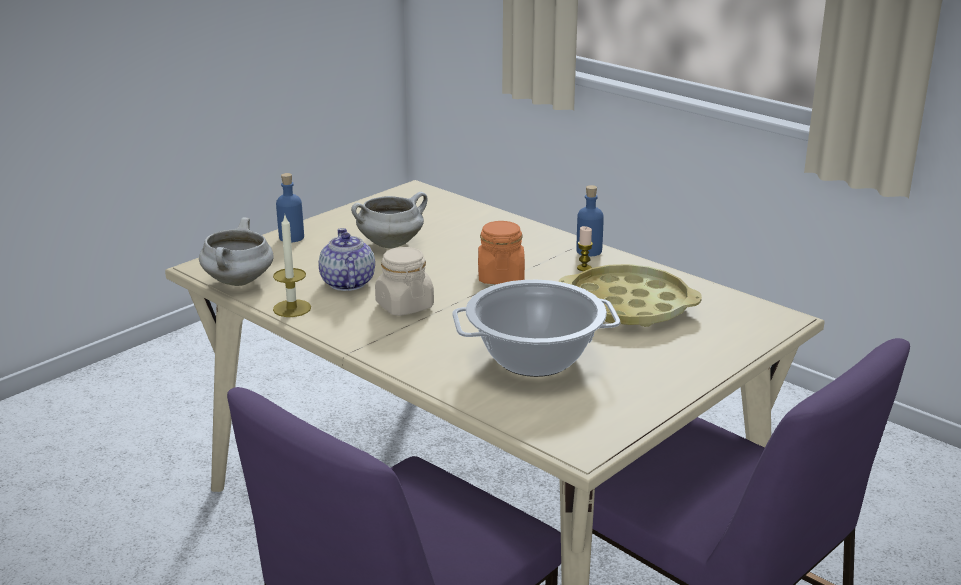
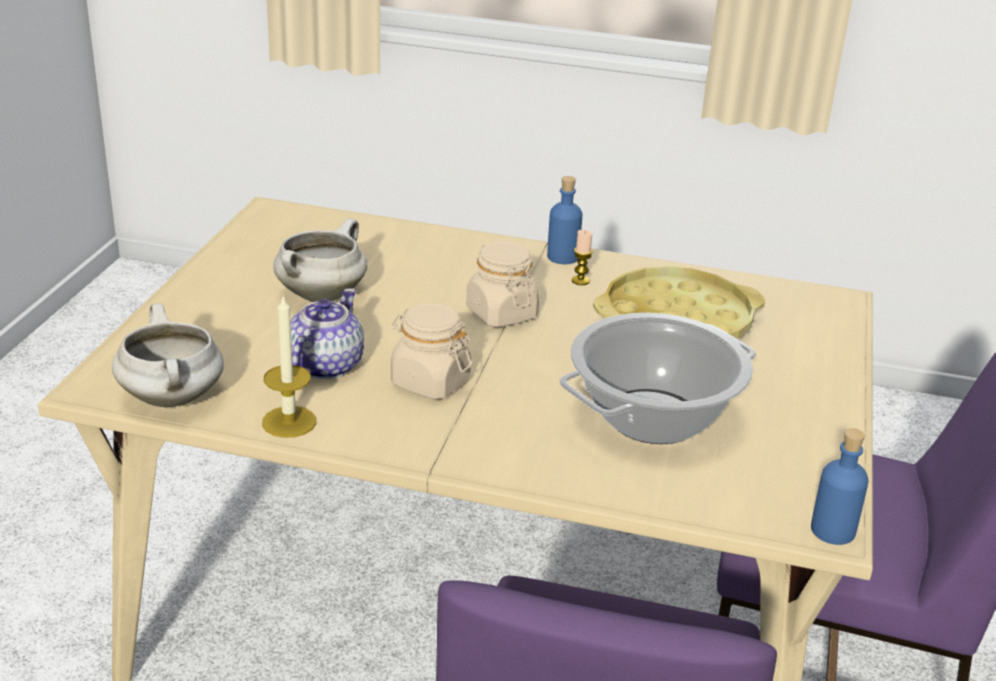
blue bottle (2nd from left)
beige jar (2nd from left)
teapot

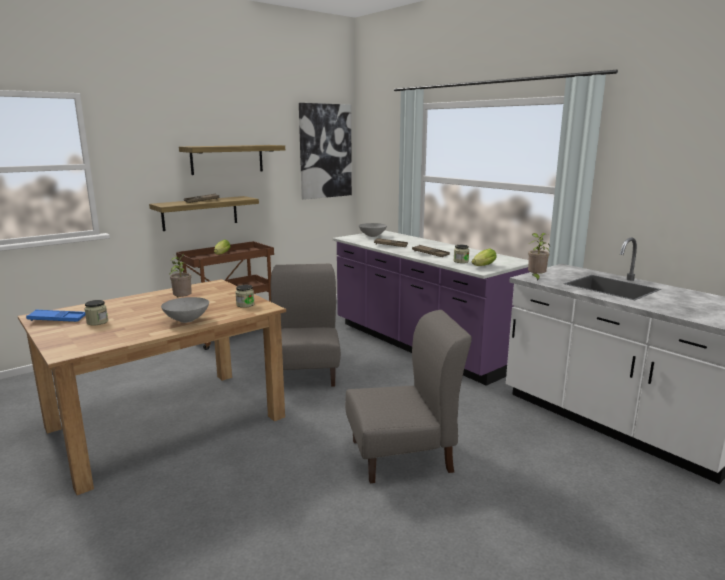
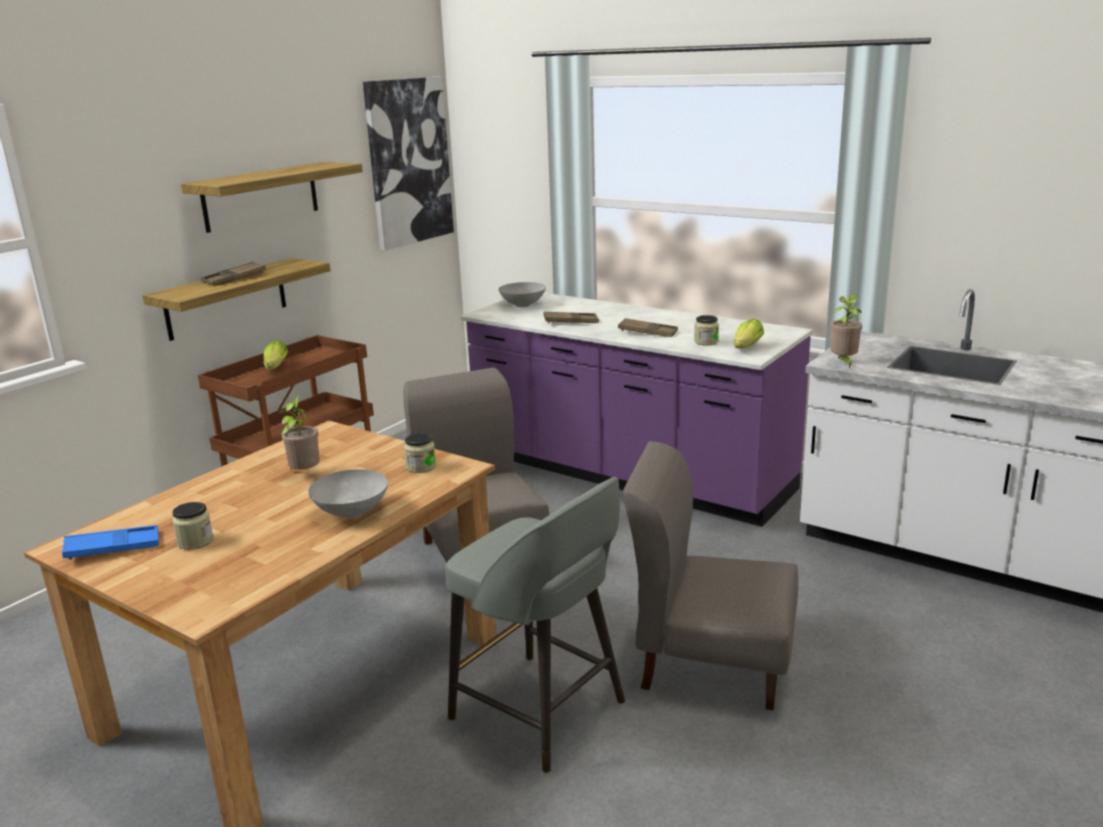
grey stool
grey chair (2nd from left)

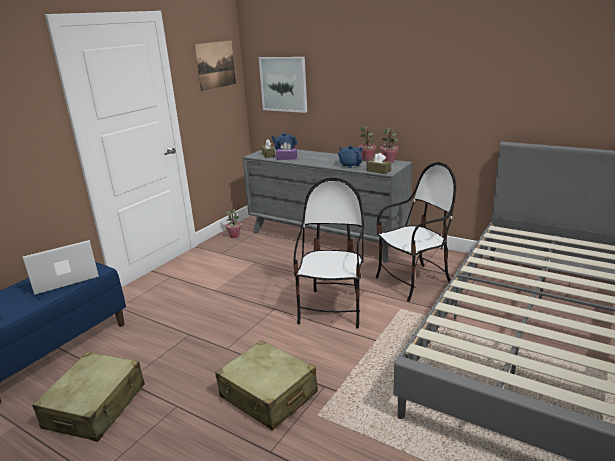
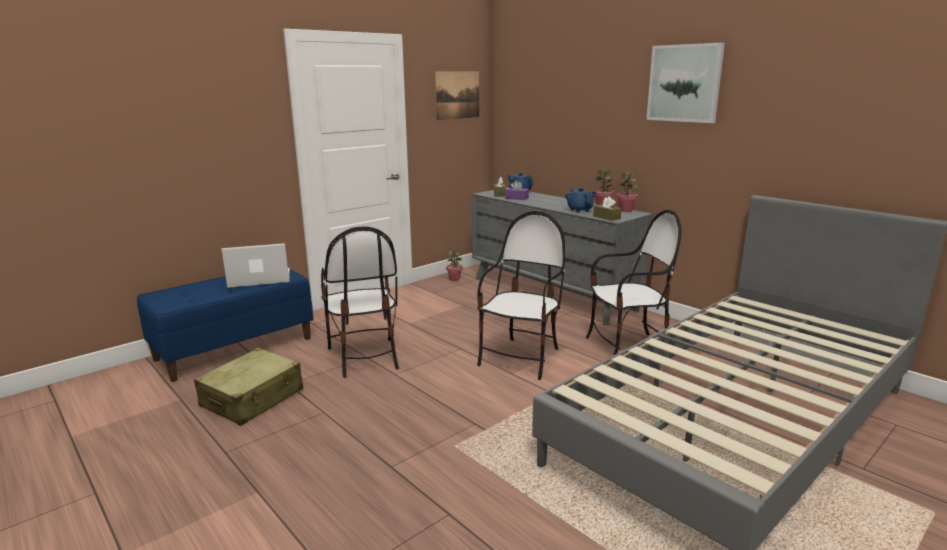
beige suitcase (2nd from left in the first image)
chair (1st from left)
picture (2nd from left)

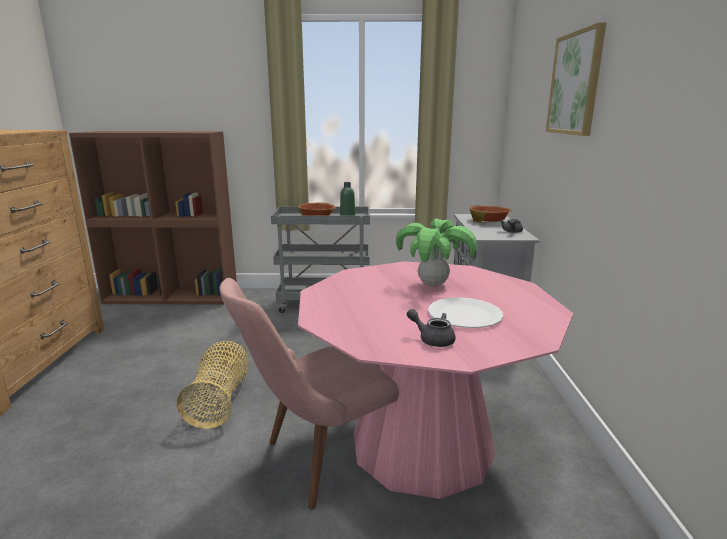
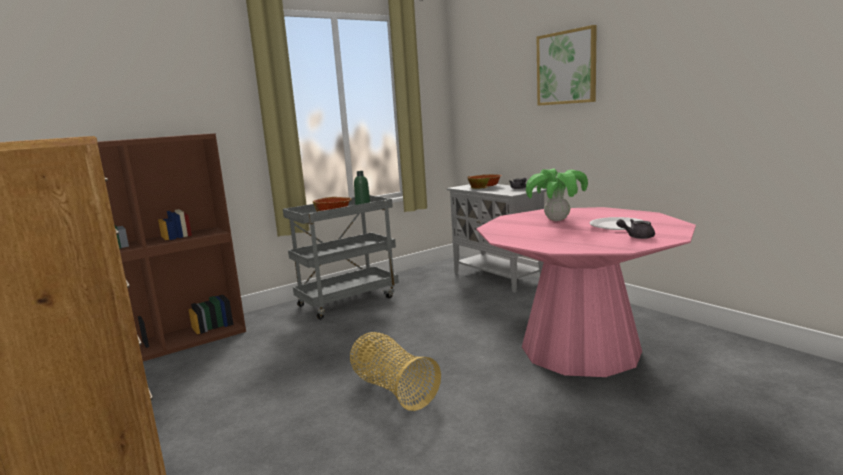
pink chair

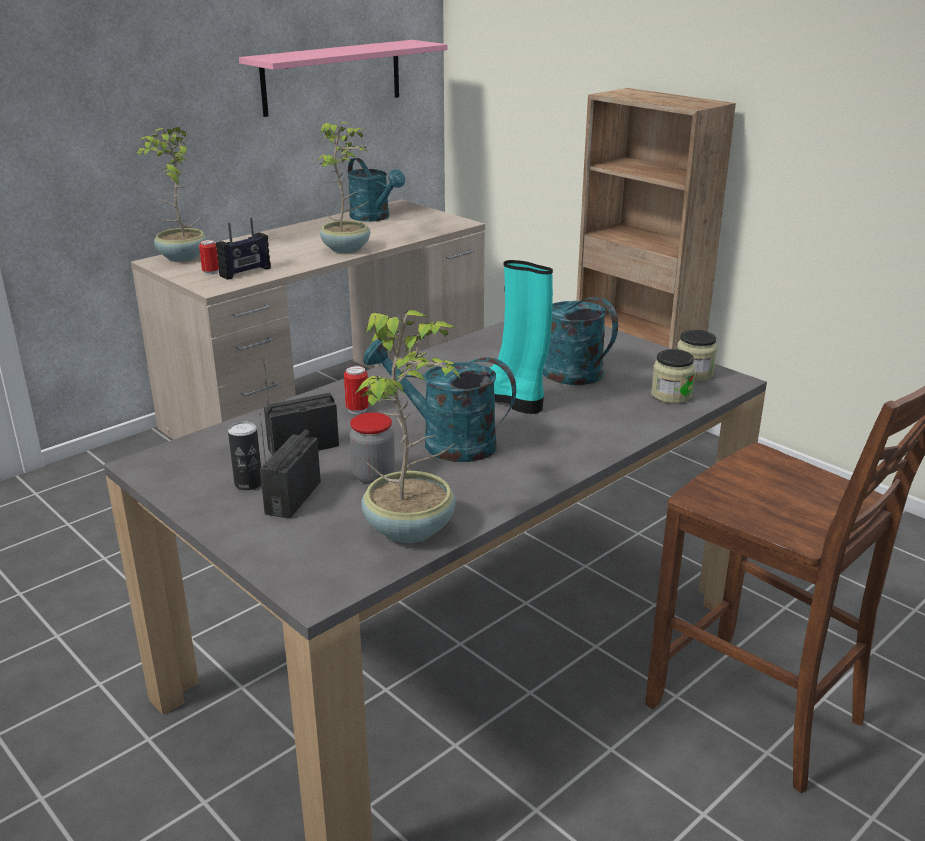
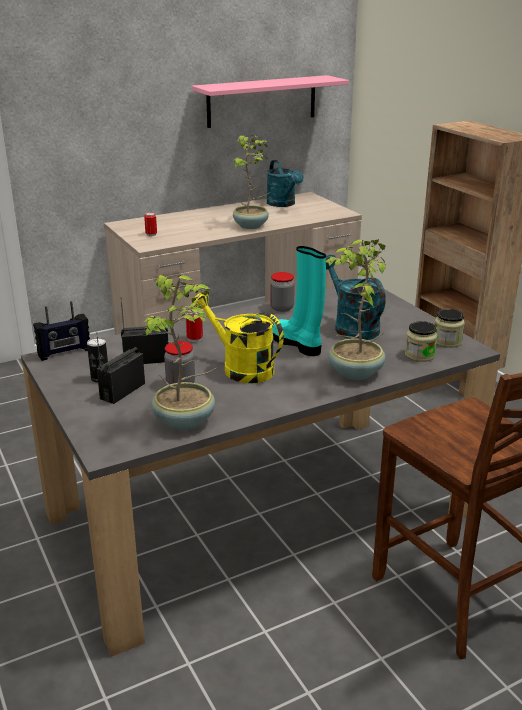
jar (2nd from left)
potted plant (3rd from left)
radio (1st from left)
yellow watering can

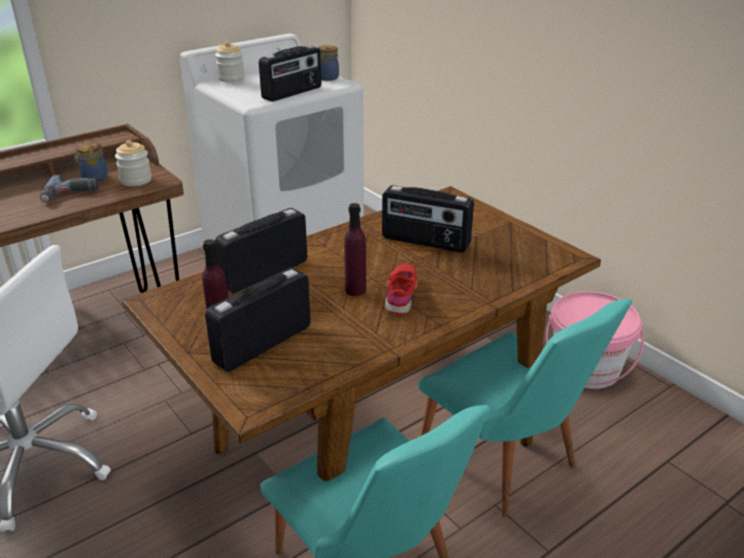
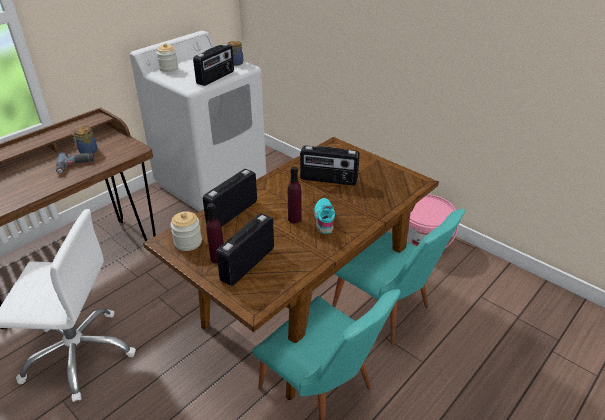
jar (3rd from left)
turquoise shoe

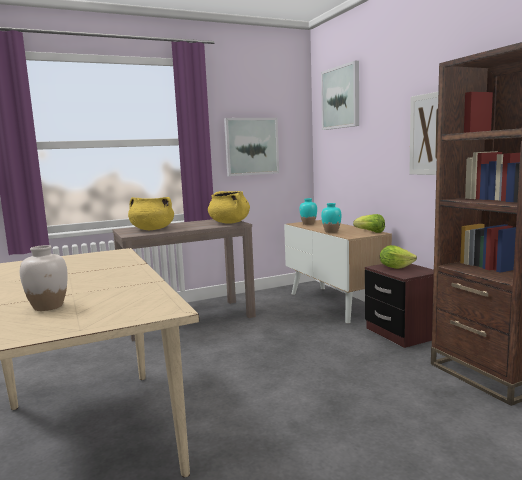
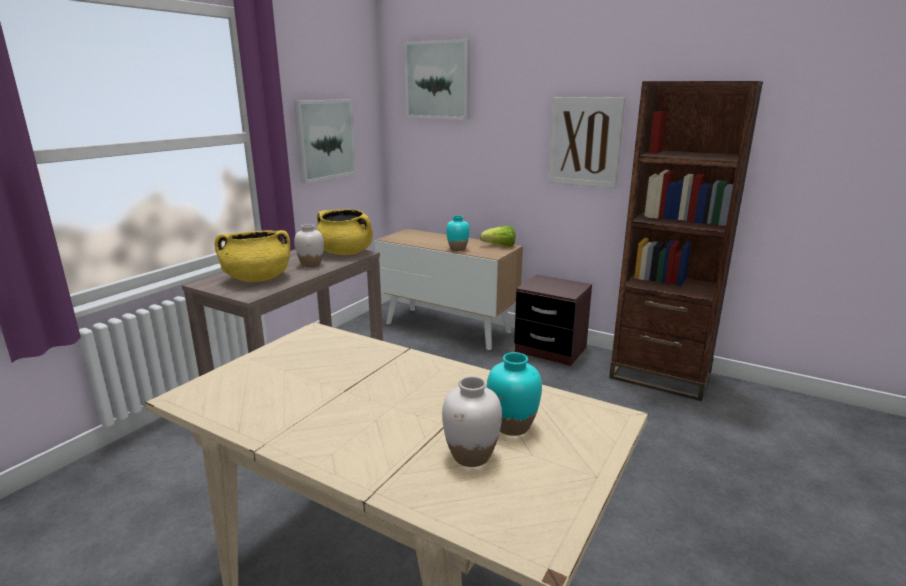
lettuce (2nd from left in the first image)
white vase (1st from left)
turquoise vase (2nd from left)

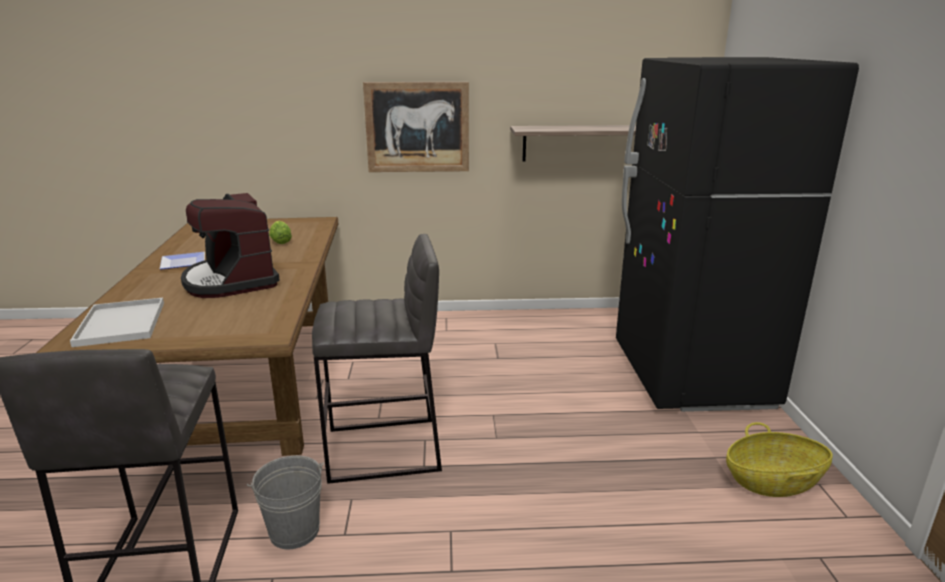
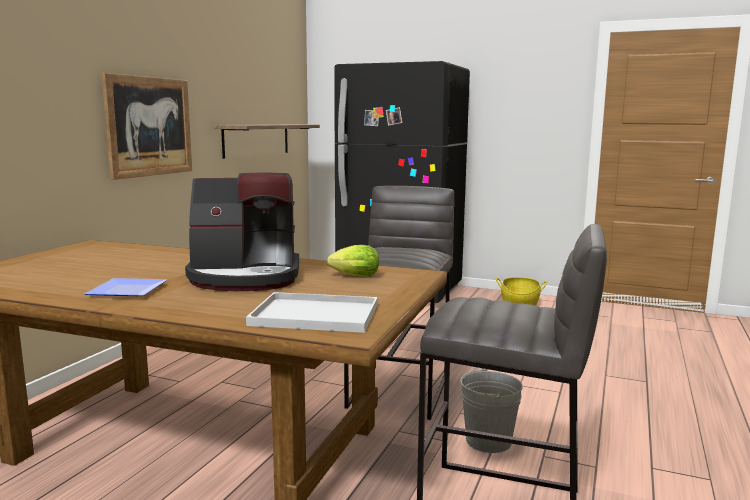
lettuce

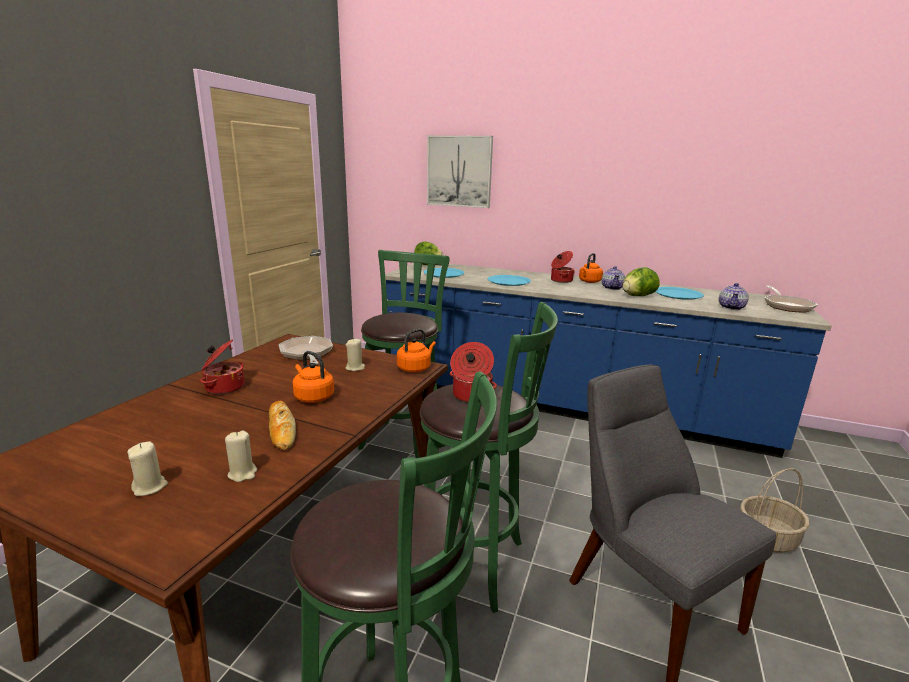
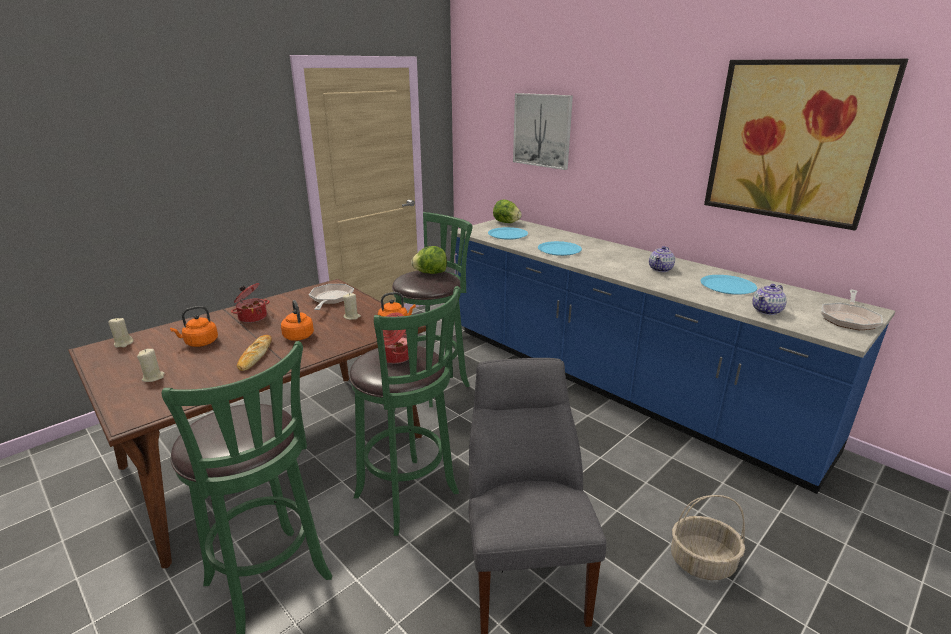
cooking pot (3rd from left in the first image)
picture (2nd from left)
beige candle (1st from left)
orange kettle (1st from left)
lettuce (1st from left)

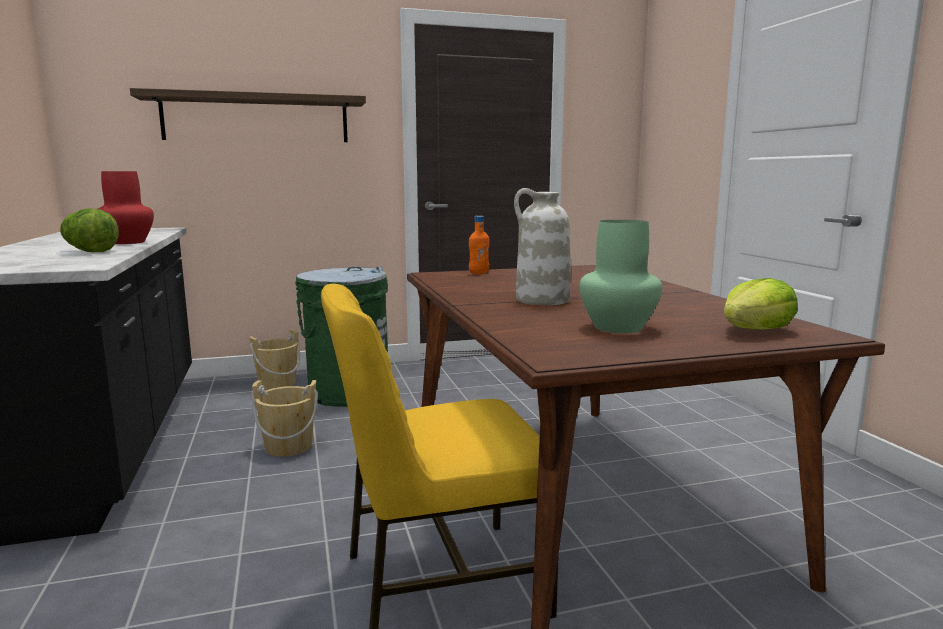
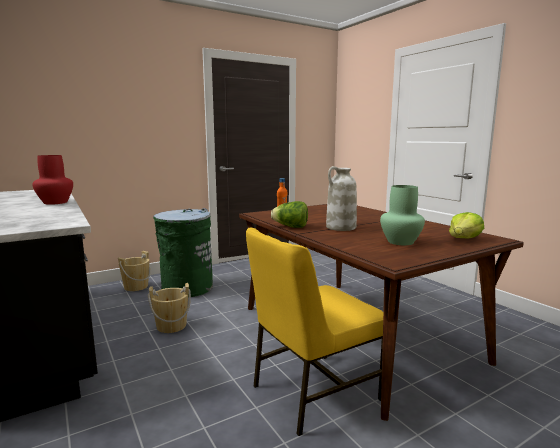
shelf
lettuce (1st from left)

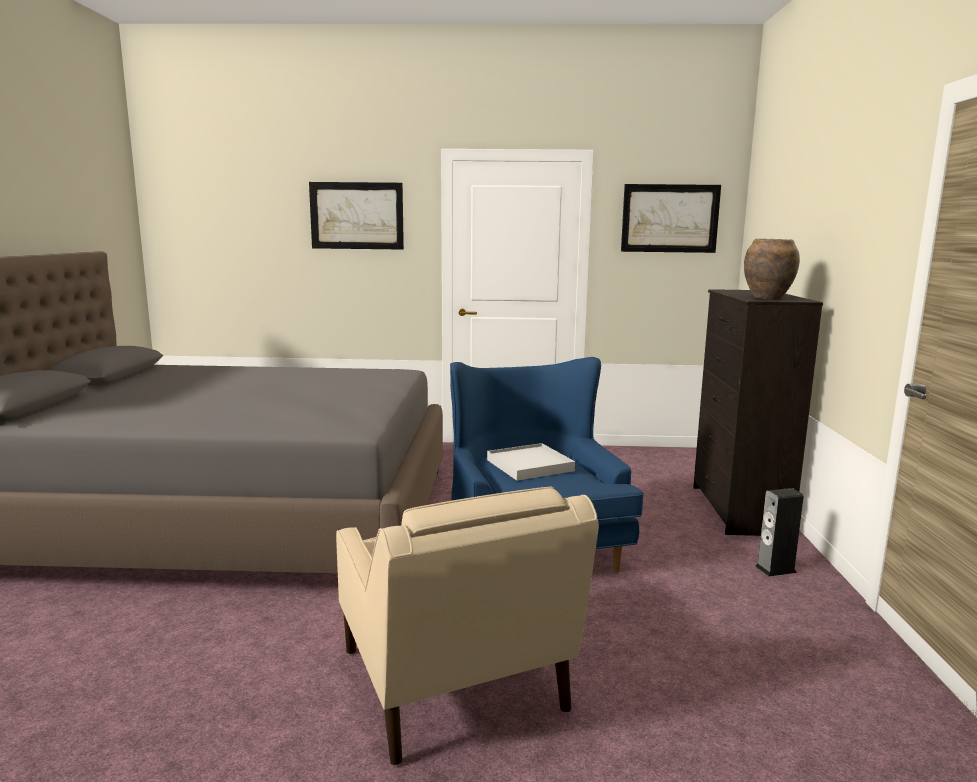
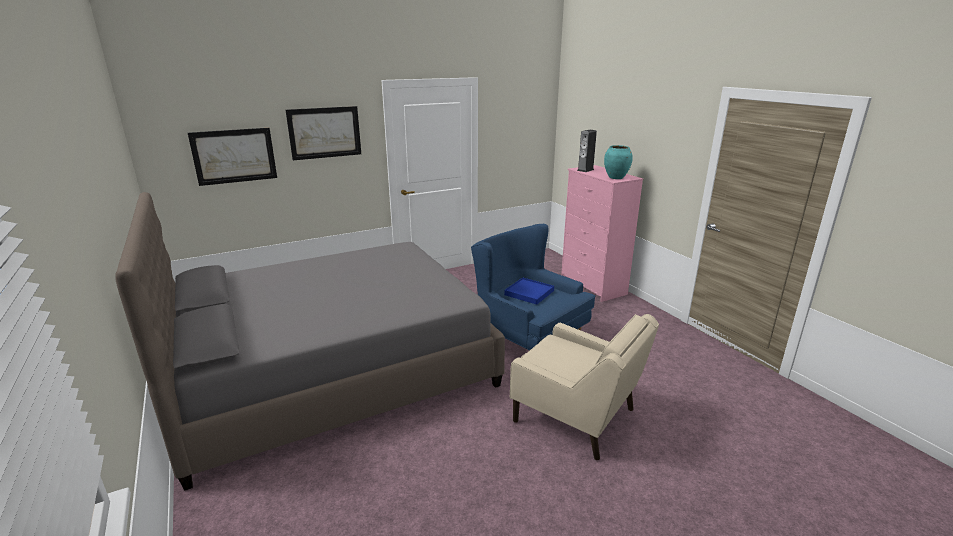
picture (1st from left)
speaker
blue tray
pink dresser
turquoise vase

